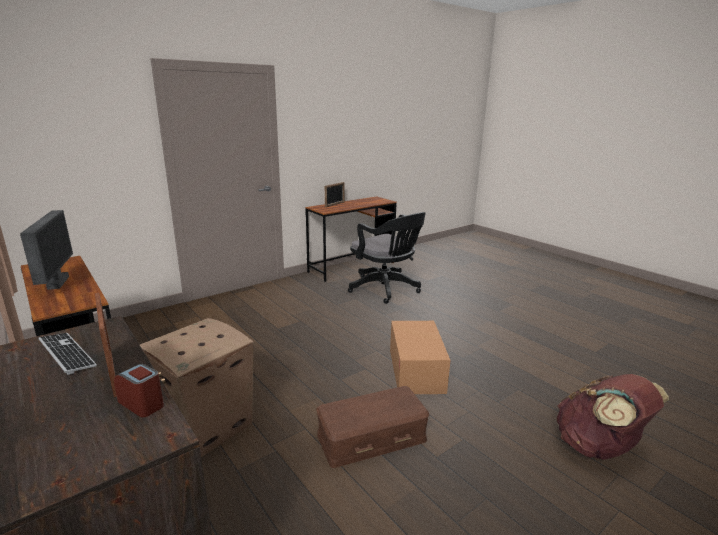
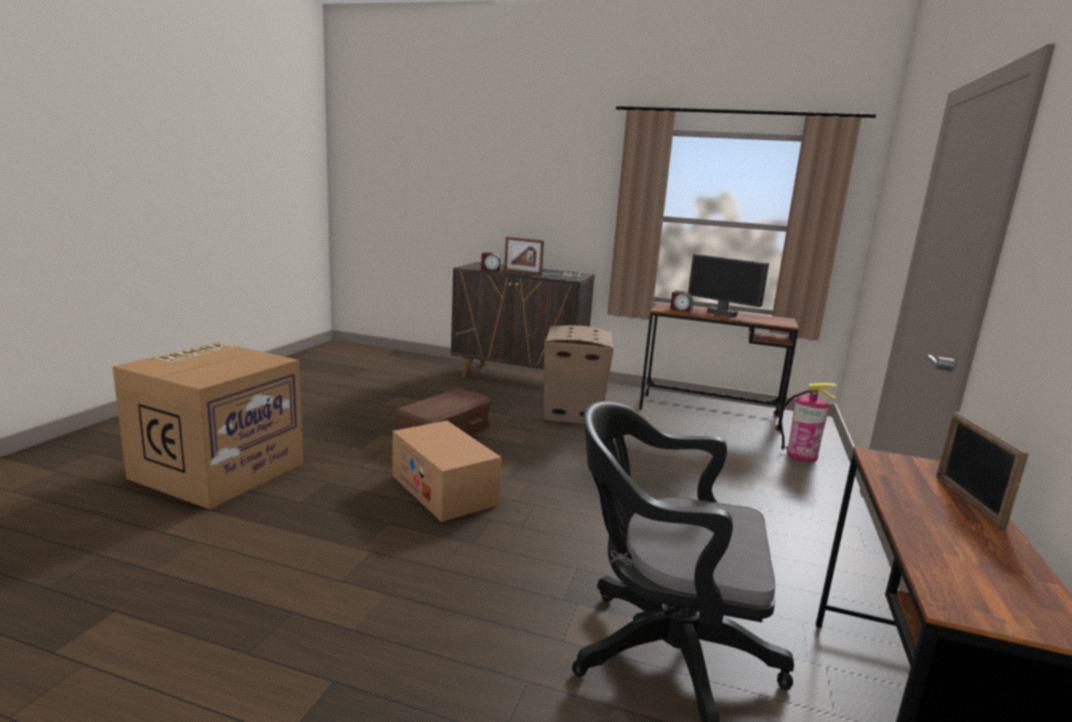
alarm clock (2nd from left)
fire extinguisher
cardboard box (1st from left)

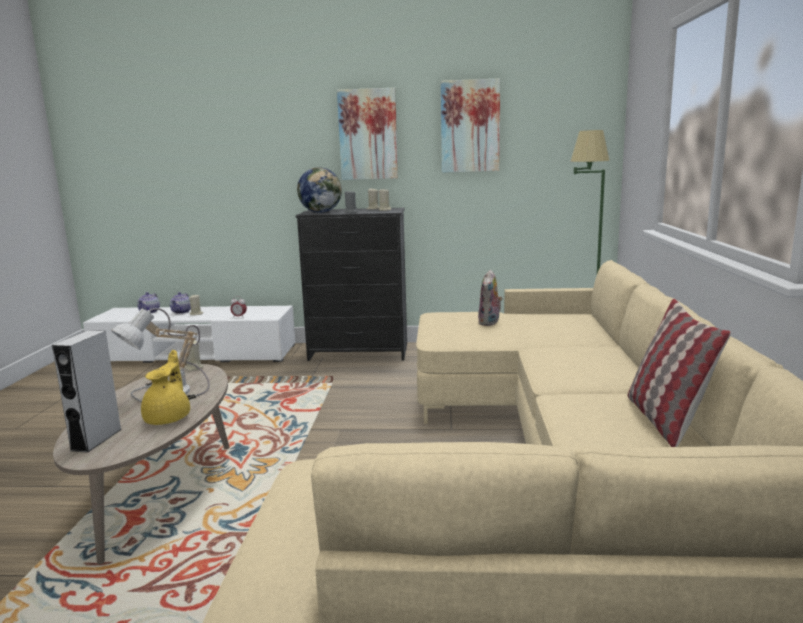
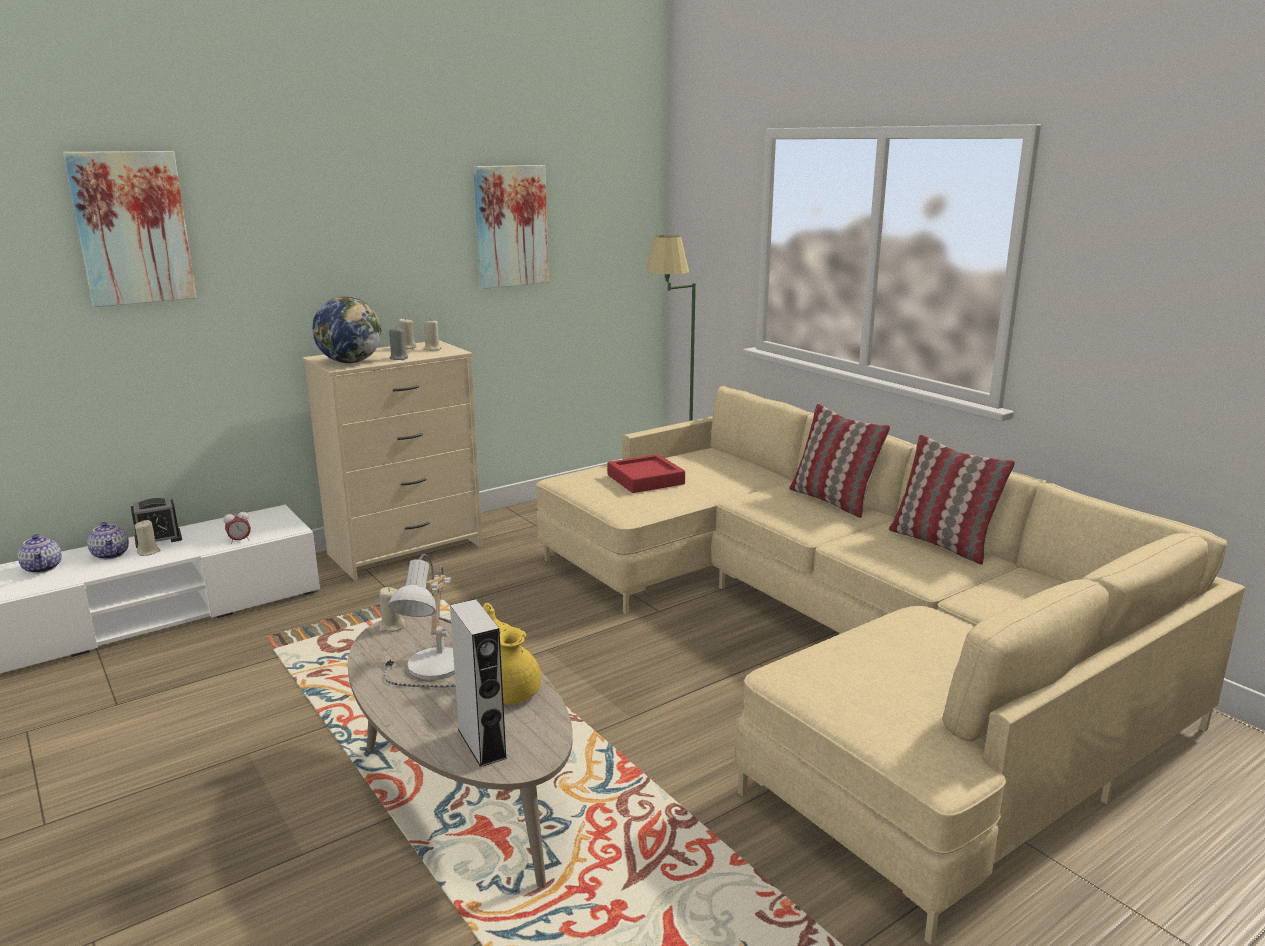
alarm clock (1st from left)
pillow (1st from left)
picture (1st from left)
red tray
beige dresser

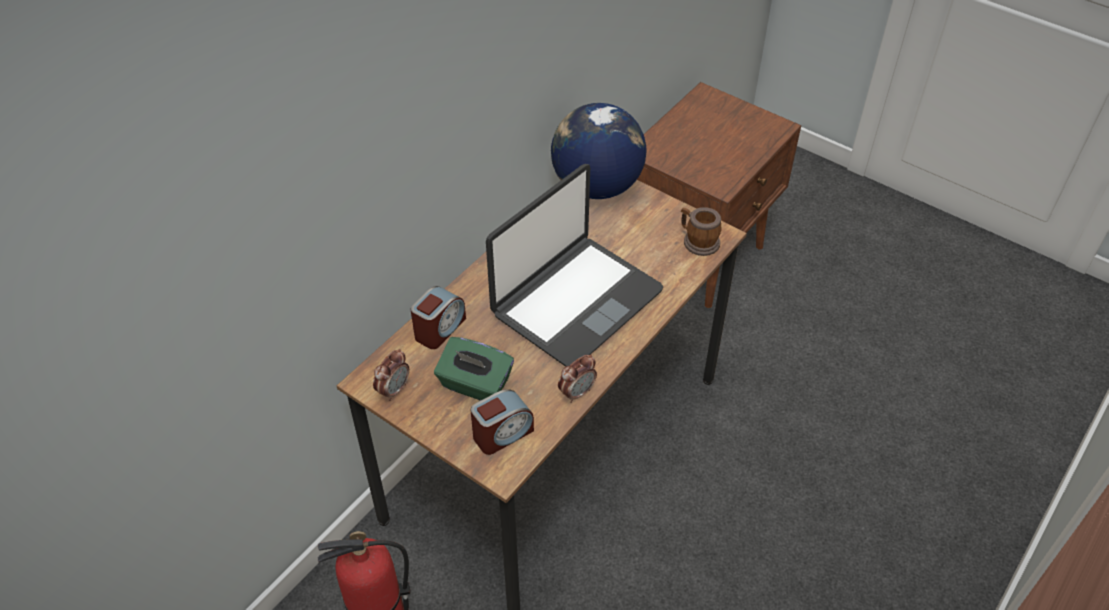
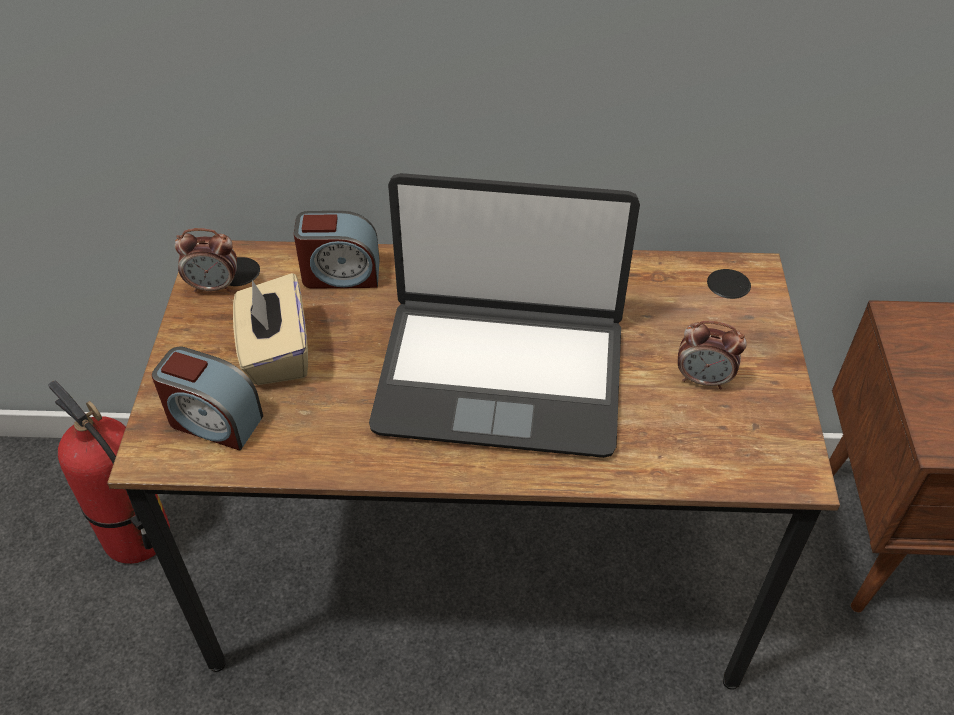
globe
mug
alarm clock (4th from left)
beige tissue box

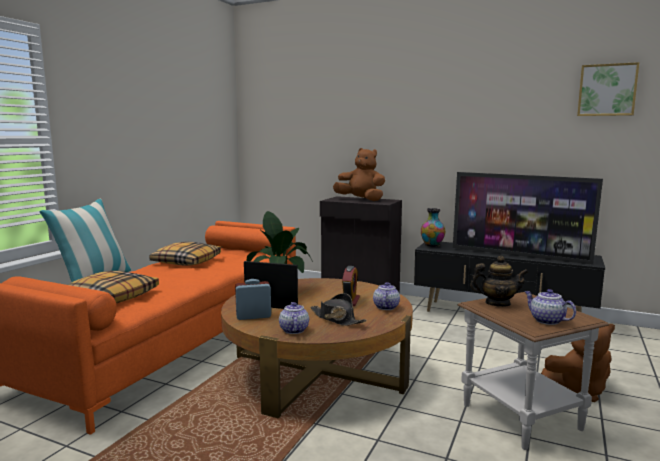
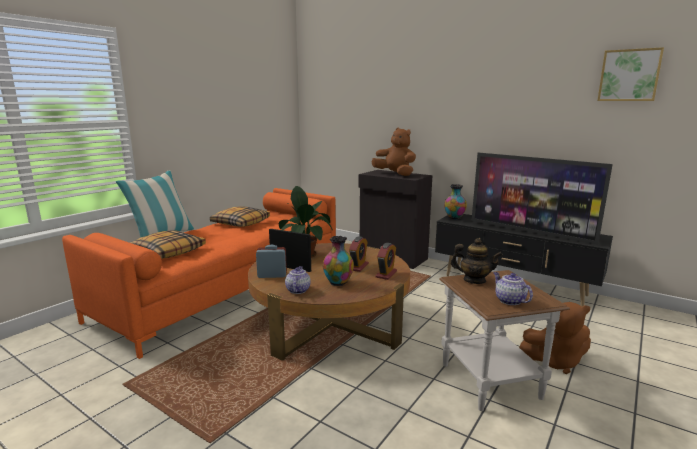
vase (1st from left)
alarm clock (3rd from left)

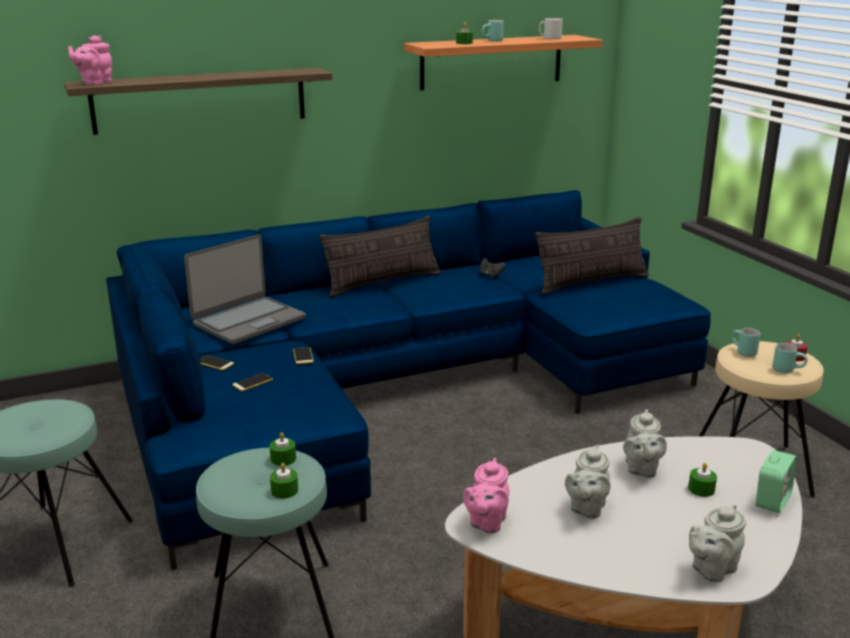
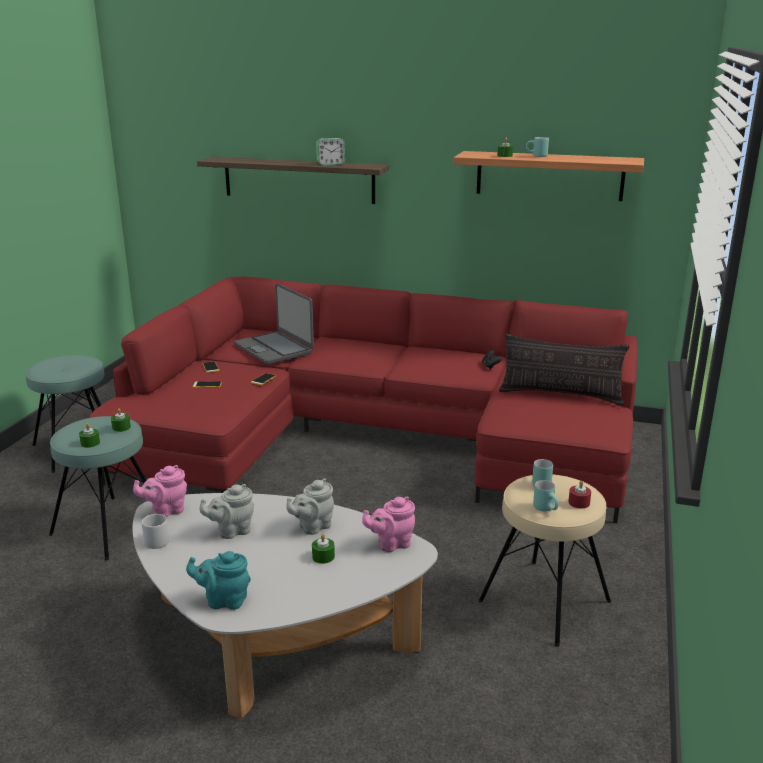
pillow (1st from left in the first image)
pink teapot (2nd from left)
grey mug
alarm clock
red sofa
turquoise teapot
laptop

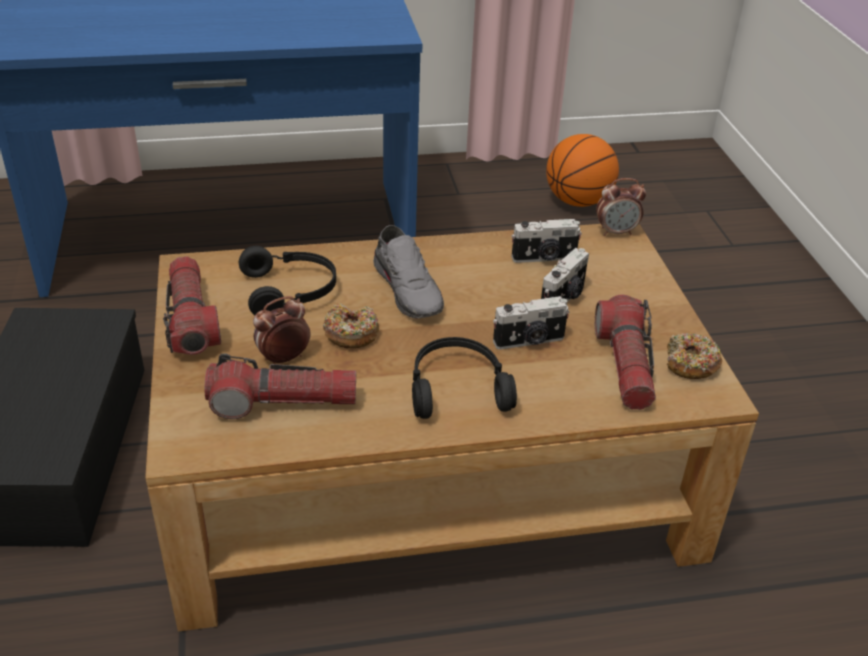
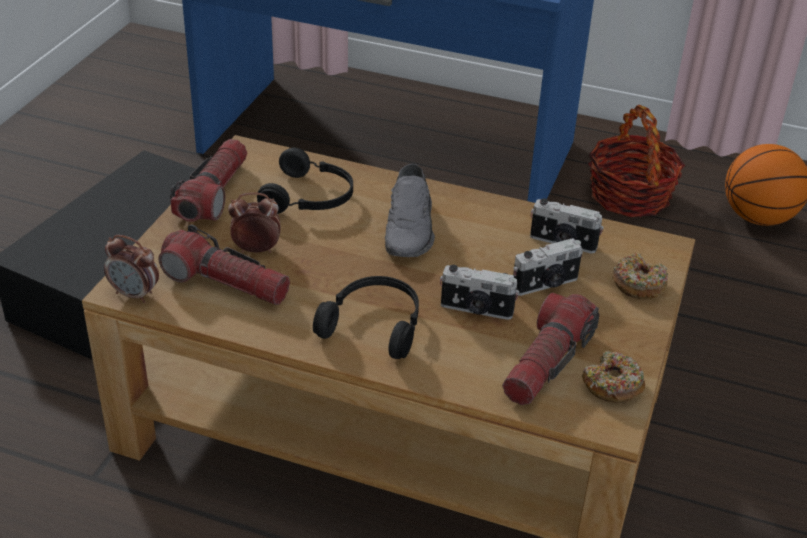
basket
donut (2nd from left)
alarm clock (1st from left)

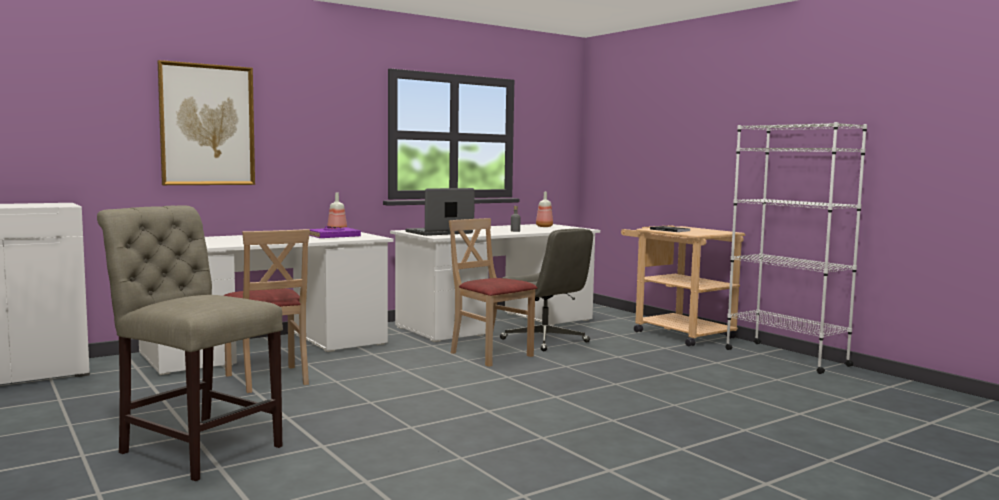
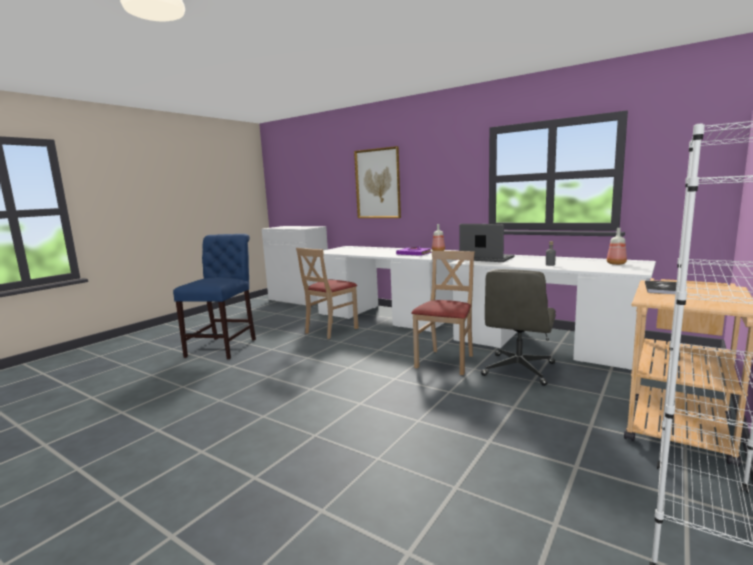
blue chair

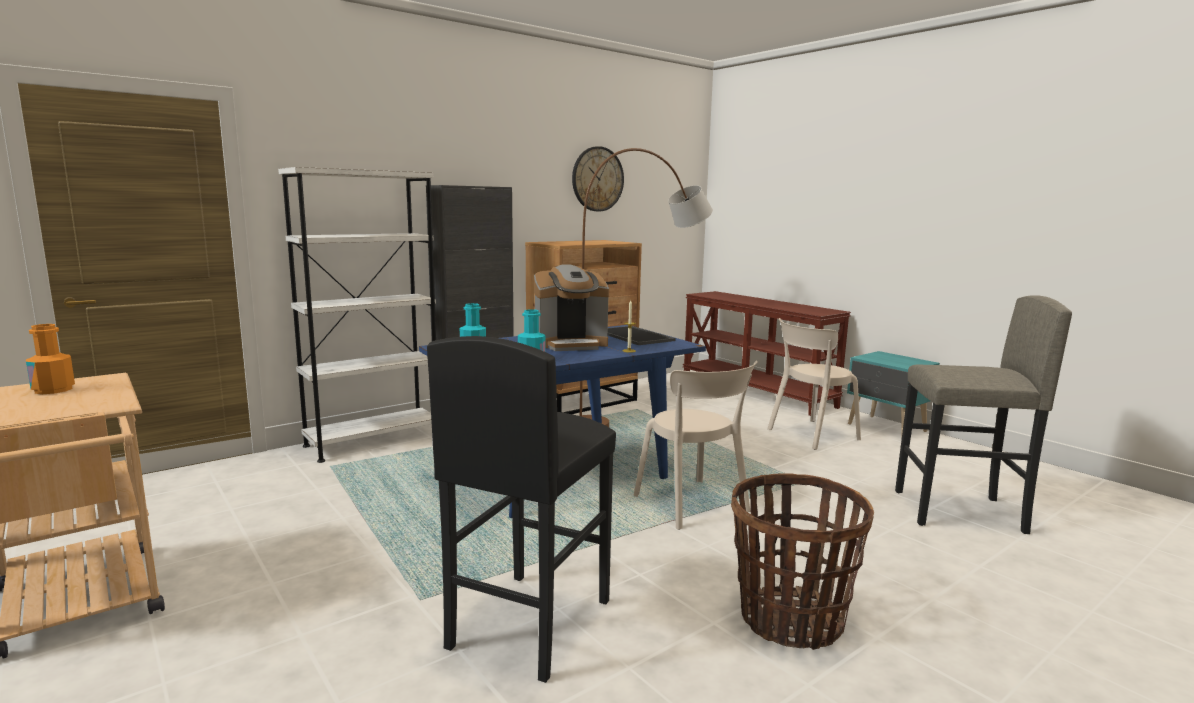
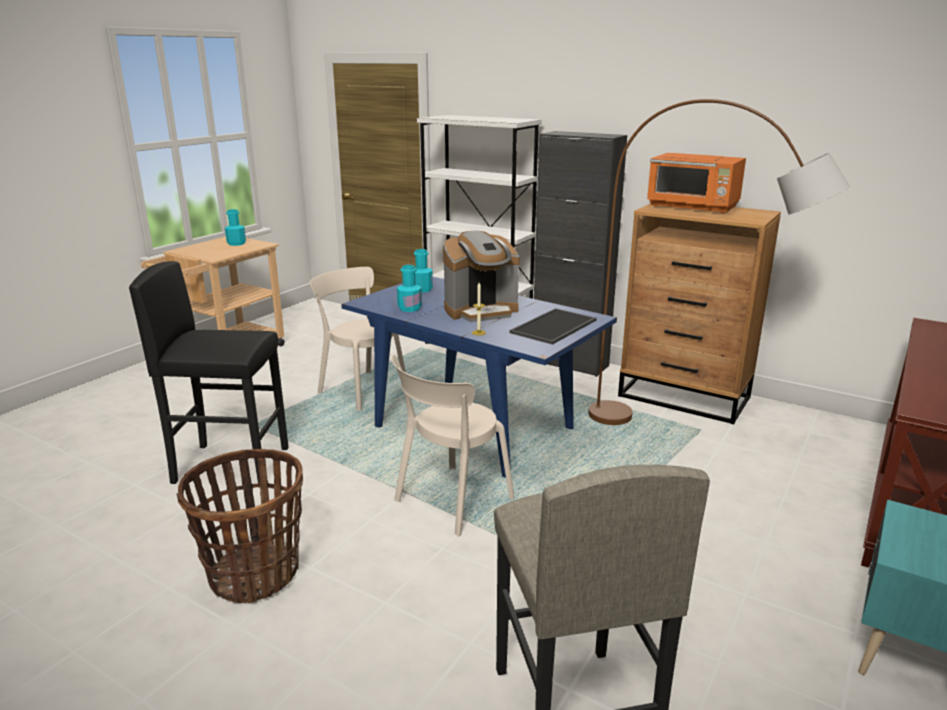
wall clock
orange microwave
beige chair (1st from left)
turquoise bottle (1st from left)
coffee machine

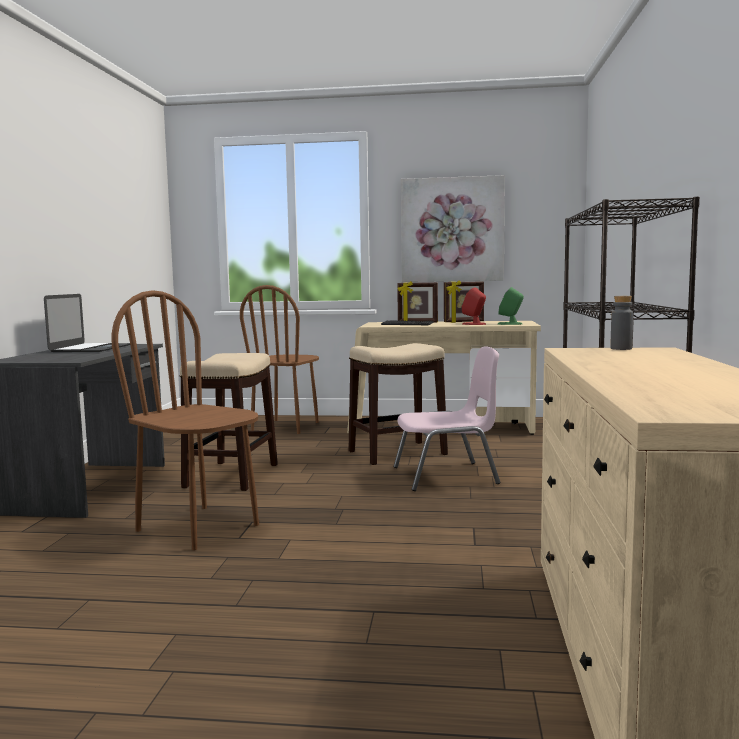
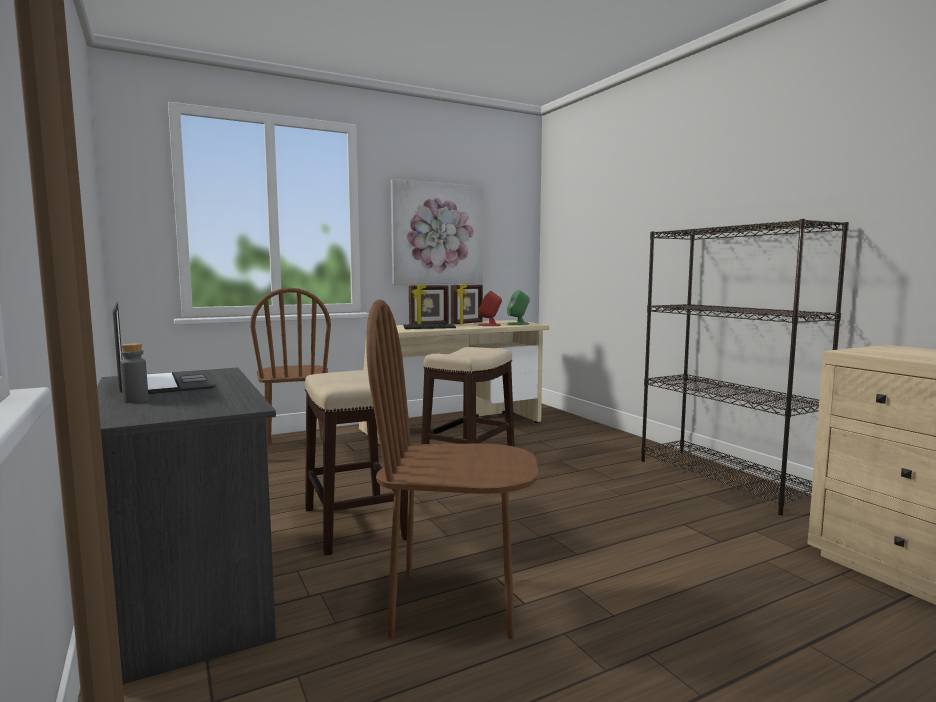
pink chair
grey bottle

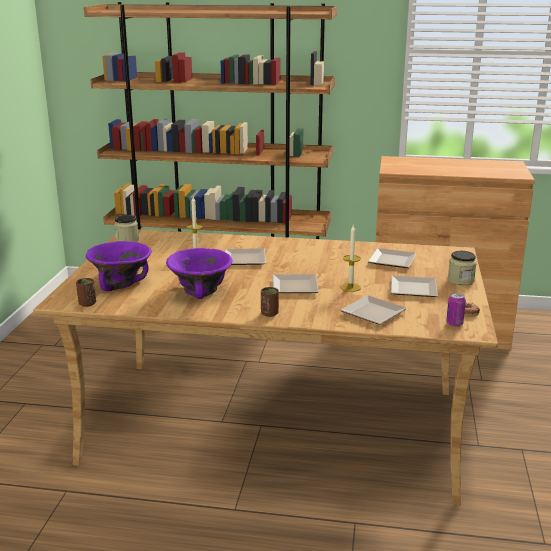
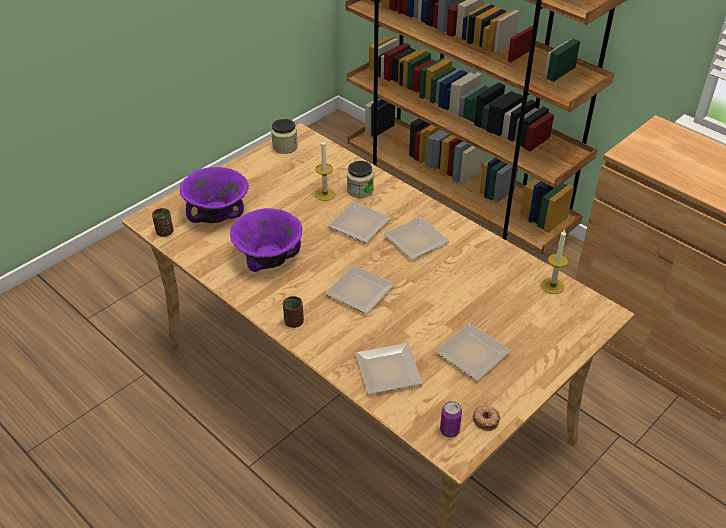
candle (2nd from left)
plate (4th from left)
jar (2nd from left)

